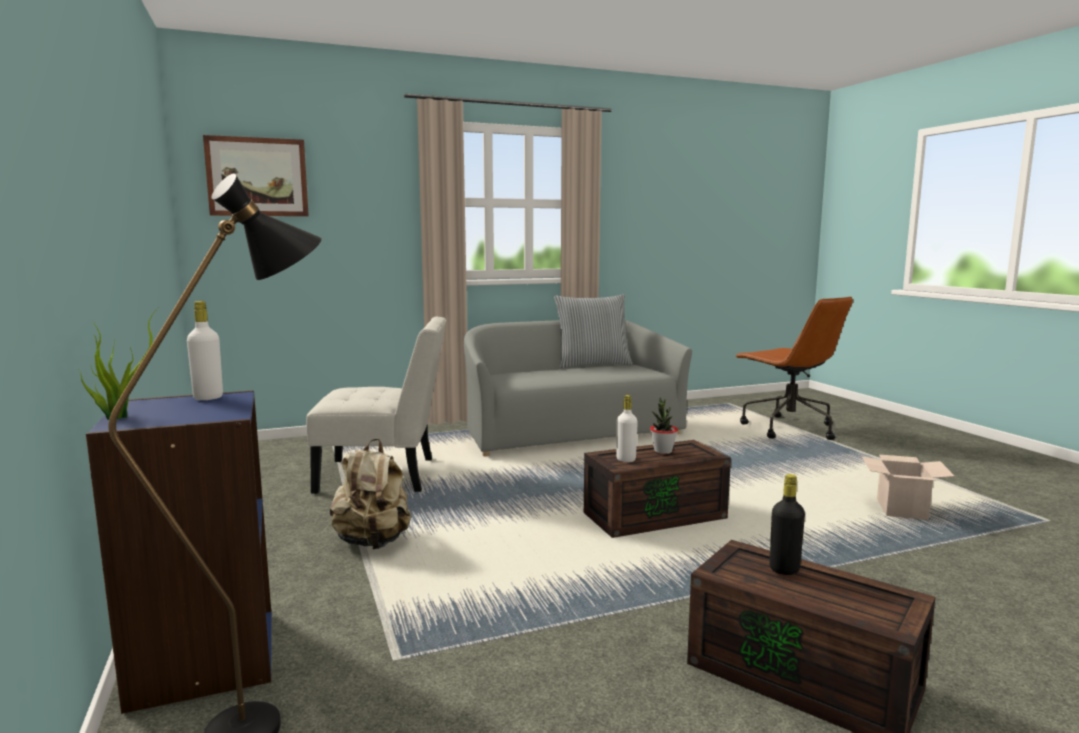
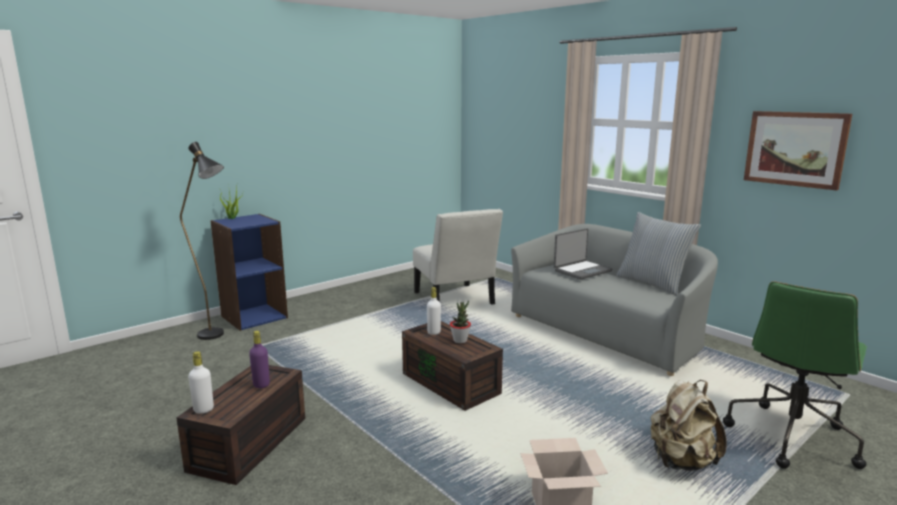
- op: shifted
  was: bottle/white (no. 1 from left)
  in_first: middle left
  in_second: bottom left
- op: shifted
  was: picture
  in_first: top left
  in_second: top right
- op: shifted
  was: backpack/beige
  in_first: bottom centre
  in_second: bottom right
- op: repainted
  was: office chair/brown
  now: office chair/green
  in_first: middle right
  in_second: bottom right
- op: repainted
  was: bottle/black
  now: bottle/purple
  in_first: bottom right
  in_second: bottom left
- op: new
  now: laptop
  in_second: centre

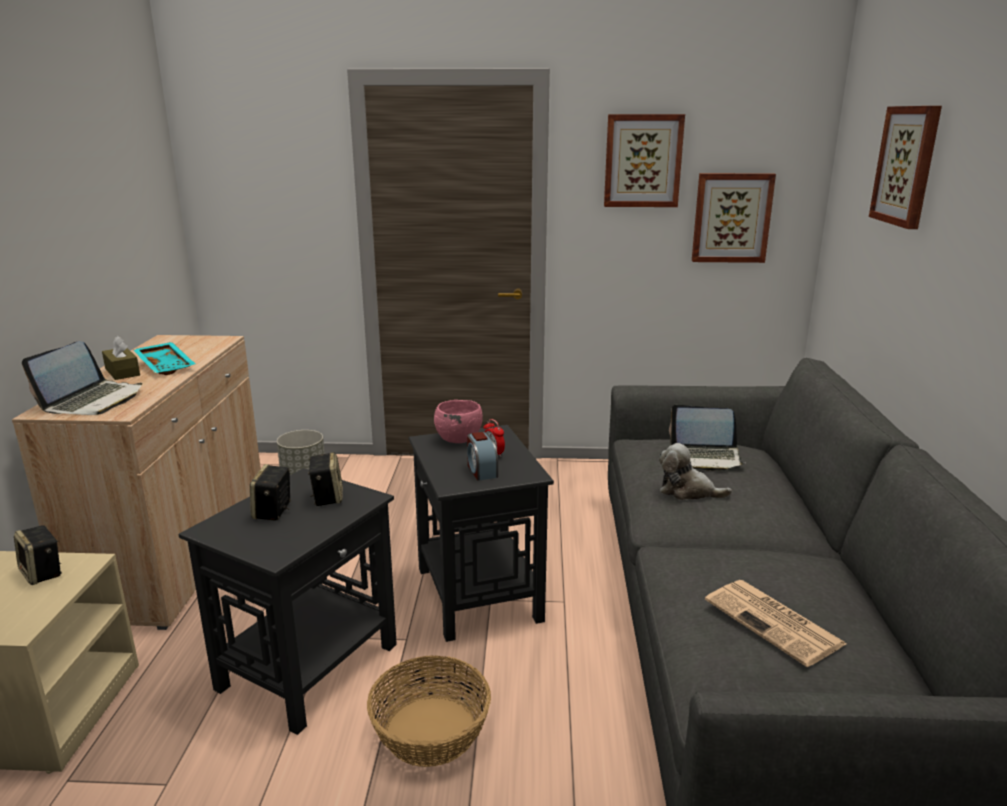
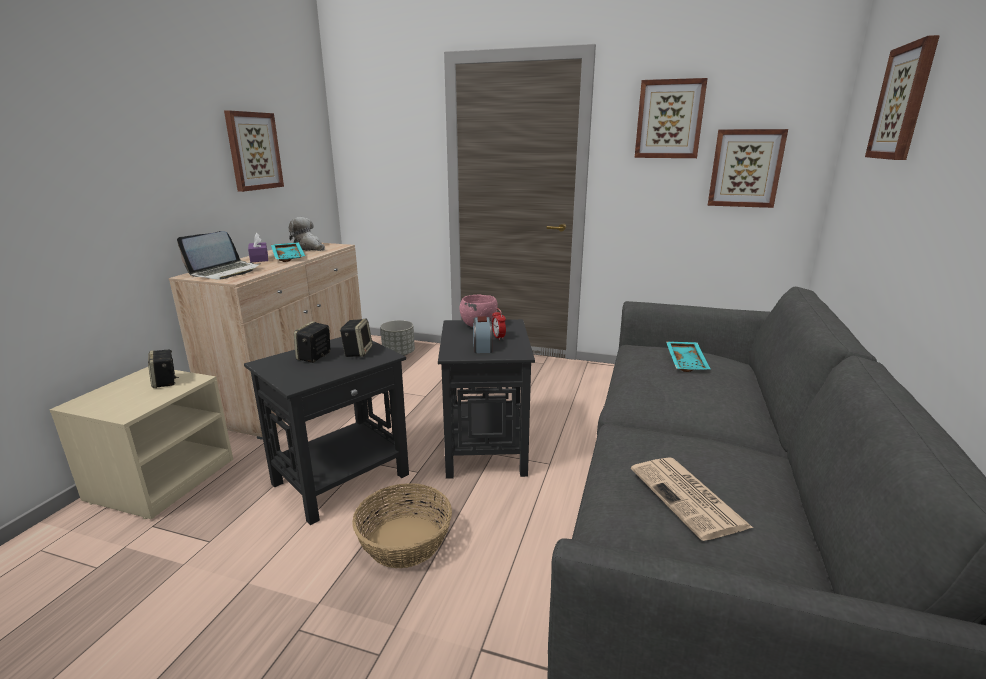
- op: repainted
  was: tissue box/brown
  now: tissue box/purple
  in_first: middle left
  in_second: middle left
- op: shifted
  was: plush toy
  in_first: middle right
  in_second: middle left
- op: swapped
  was: laptop (no. 2 from left)
  now: tray/turquoise (no. 2 from left)
  in_first: middle right
  in_second: middle right
- op: new
  now: picture (no. 1 from left)
  in_second: top left

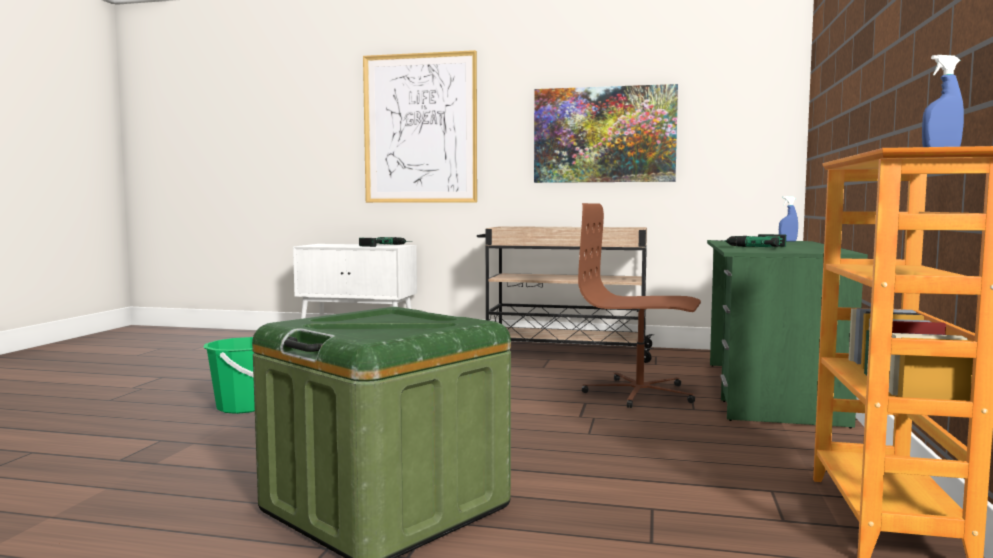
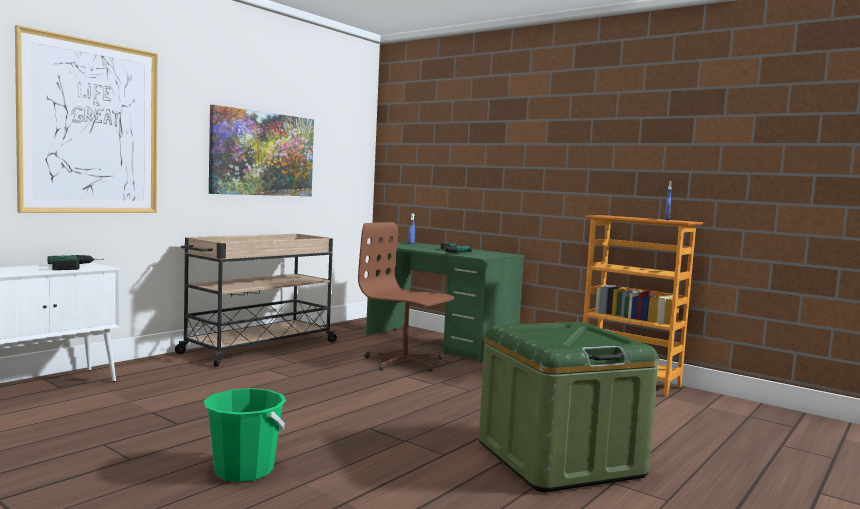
- op: rotated
  was: office chair/brown
  in_first: centre
  in_second: centre
  clockwise: 75

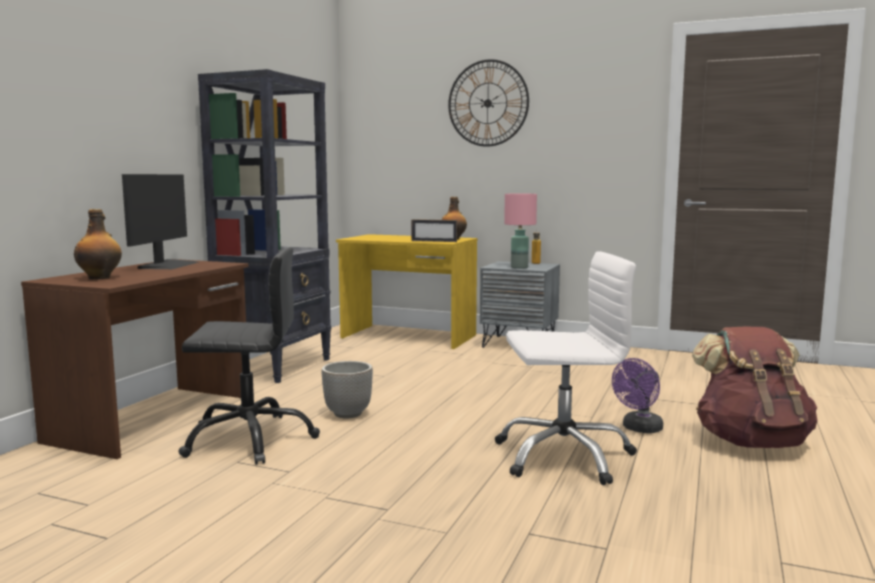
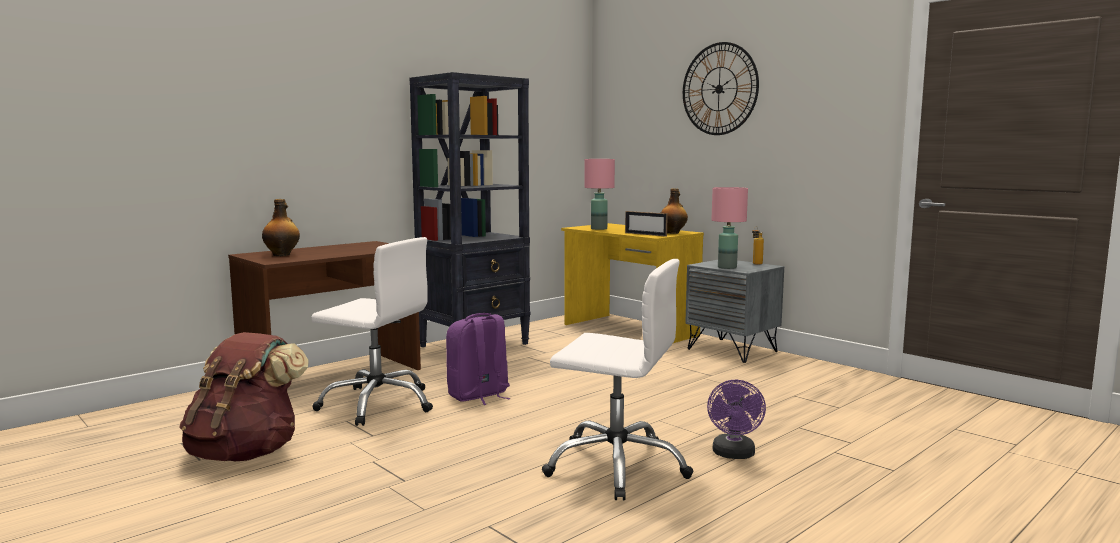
- op: gone
  was: monitor
  in_first: middle left
- op: repainted
  was: office chair/black
  now: office chair/white (no. 1 from left)
  in_first: middle left
  in_second: middle left
- op: swapped
  was: planter
  now: backpack/purple
  in_first: bottom centre
  in_second: centre
- op: rotated
  was: fan/purple
  in_first: bottom right
  in_second: bottom centre
  clockwise: -60
- op: shifted
  was: backpack/brown
  in_first: middle right
  in_second: bottom left
- op: new
  now: table lamp/pink (no. 1 from left)
  in_second: centre

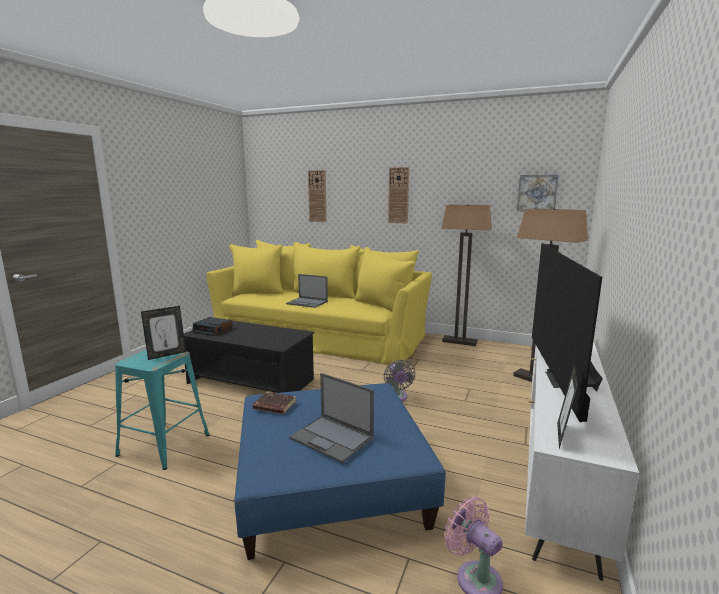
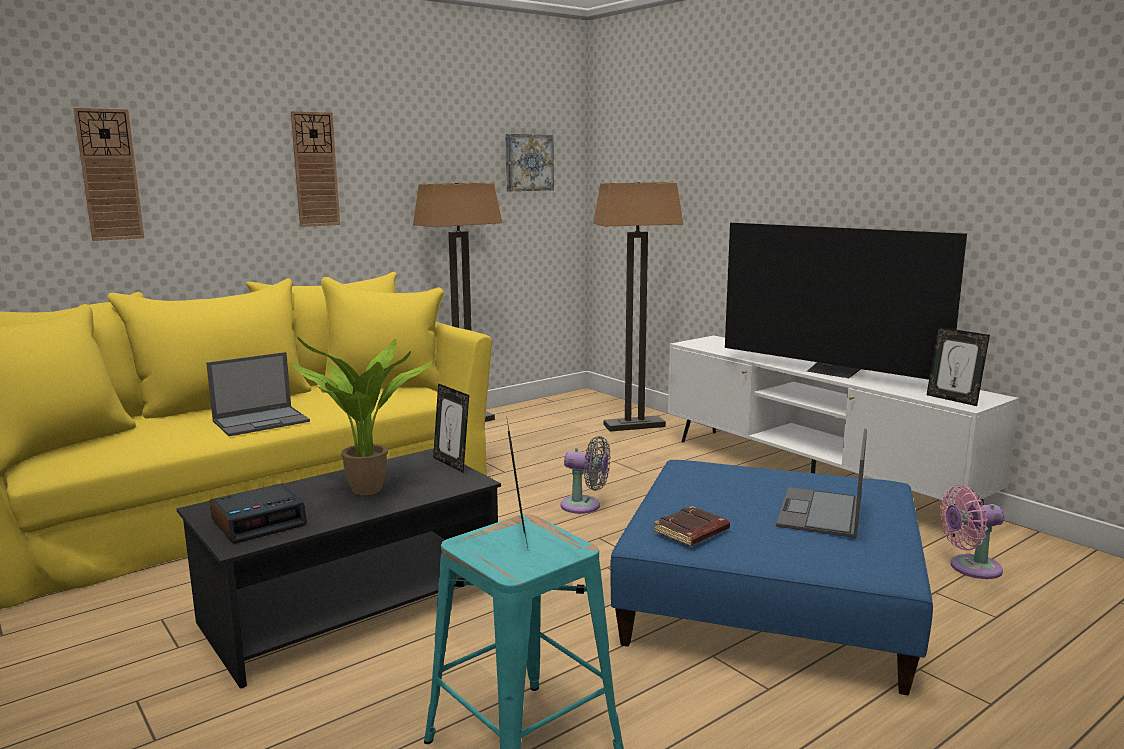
- op: rotated
  was: laptop (no. 2 from left)
  in_first: bottom centre
  in_second: middle right
  clockwise: 135
- op: new
  now: potted plant
  in_second: middle left
- op: new
  now: picture frame (no. 1 from left)
  in_second: centre

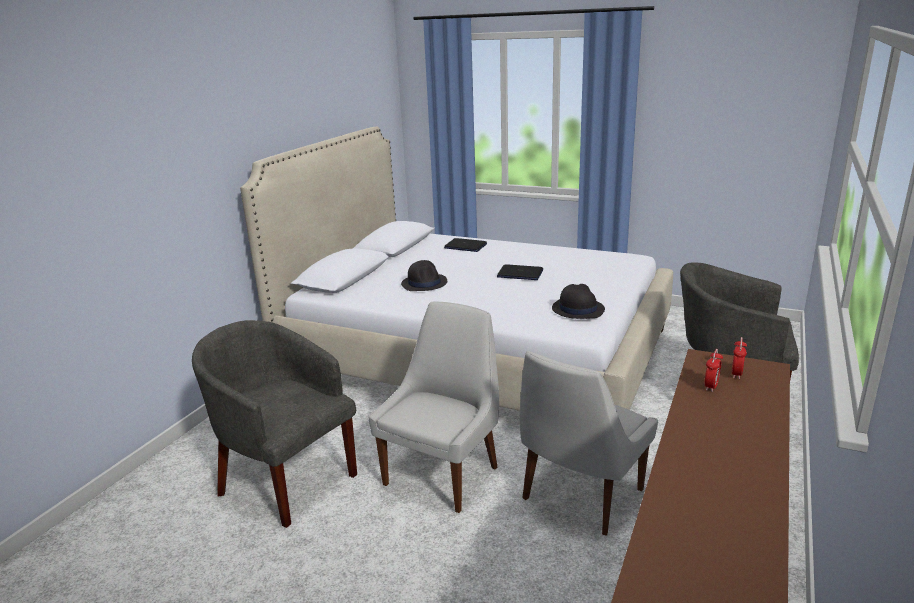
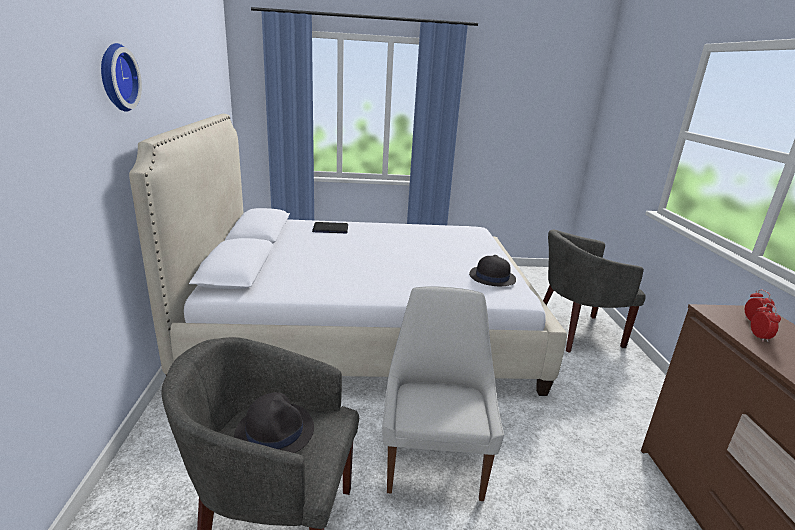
- op: shifted
  was: hat/black (no. 1 from left)
  in_first: centre
  in_second: bottom centre
- op: gone
  was: laptop (no. 2 from left)
  in_first: centre
- op: gone
  was: chair/white (no. 2 from left)
  in_first: bottom centre
- op: new
  now: wall clock
  in_second: top left

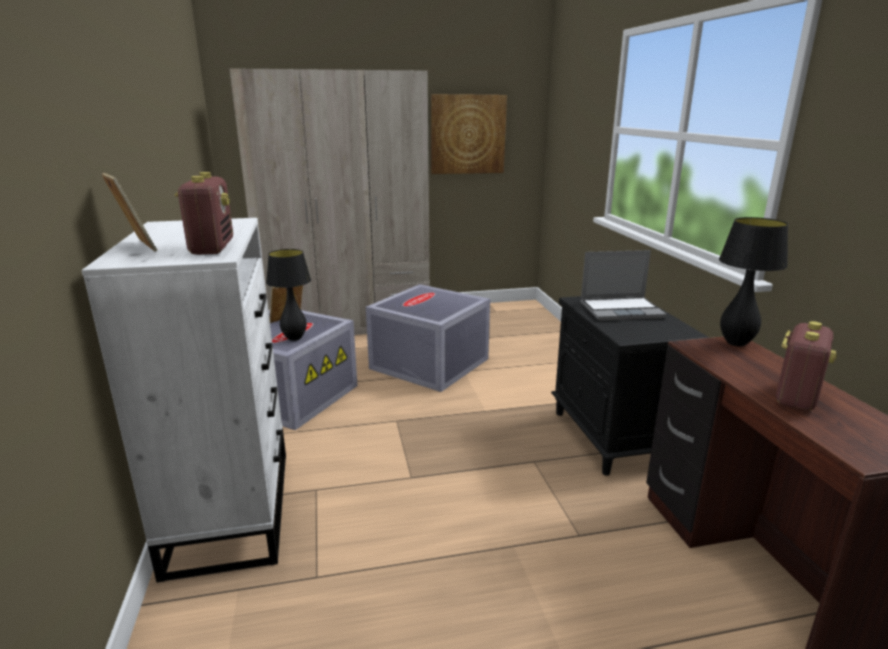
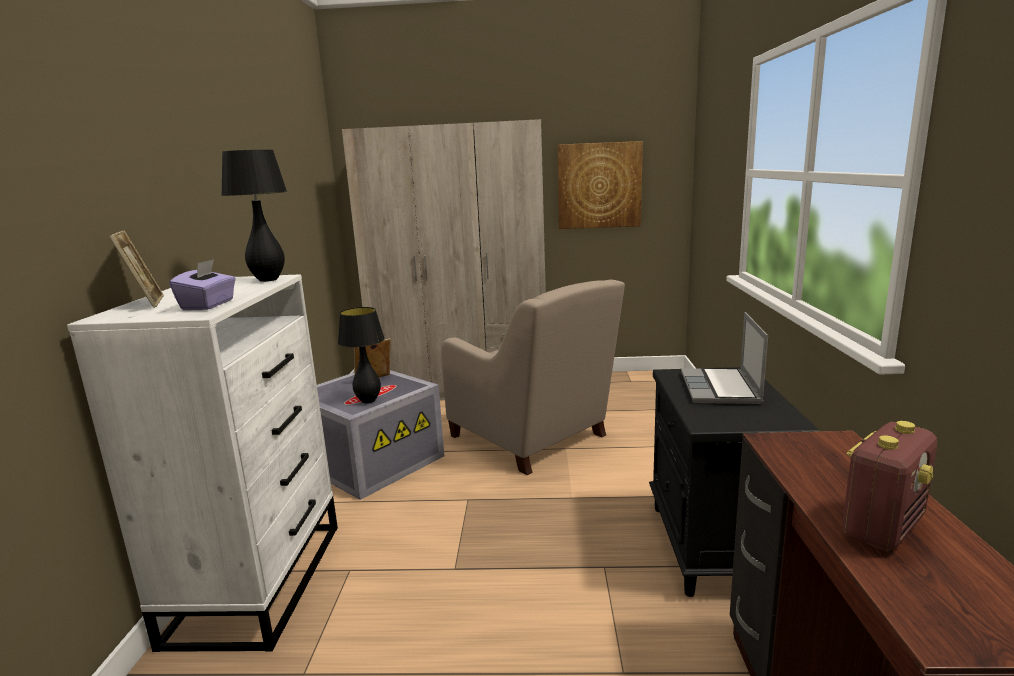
- op: swapped
  was: radio (no. 1 from left)
  now: tissue box/purple
  in_first: top left
  in_second: middle left
- op: swapped
  was: storage box/grey (no. 2 from left)
  now: armchair/beige
  in_first: centre
  in_second: centre
- op: rotated
  was: laptop
  in_first: middle right
  in_second: middle right
  clockwise: 90
- op: shifted
  was: table lamp/black (no. 2 from left in the first image)
  now: table lamp/black (no. 1 from left)
  in_first: middle right
  in_second: top left

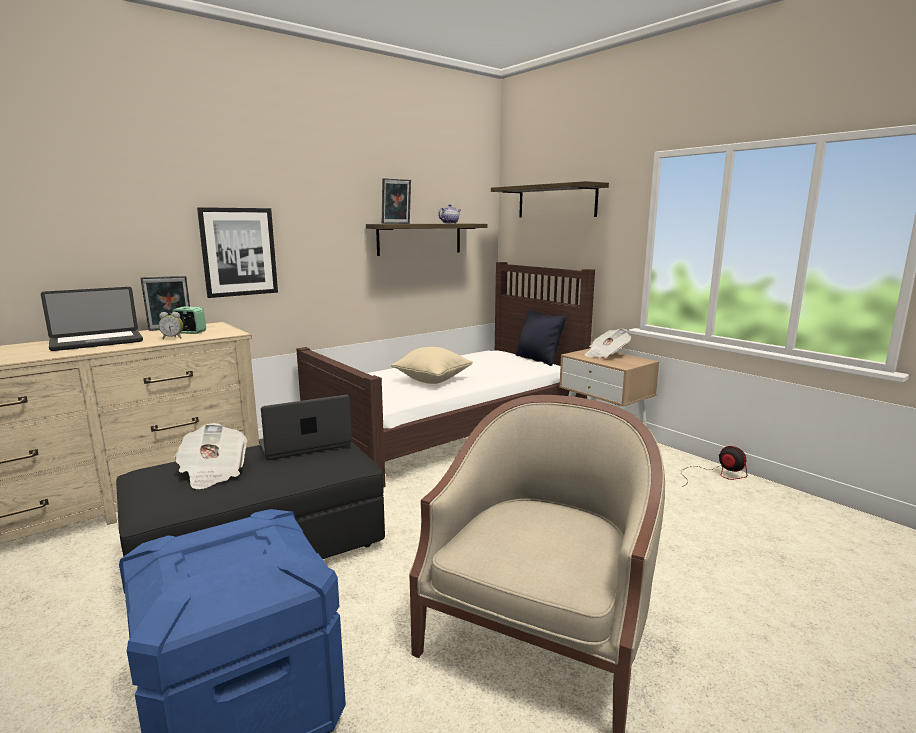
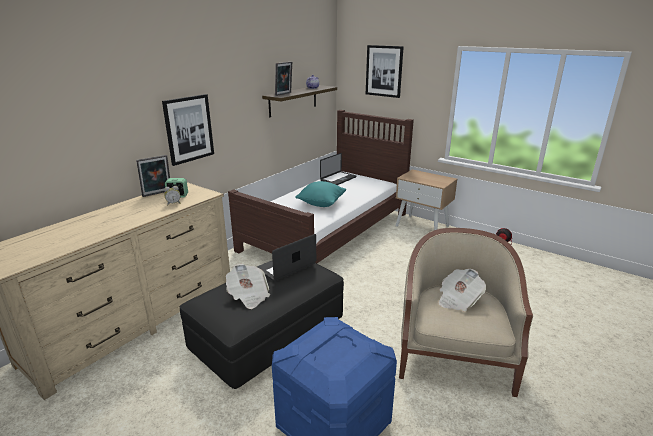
- op: shifted
  was: laptop (no. 1 from left in the first image)
  now: laptop (no. 2 from left)
  in_first: middle left
  in_second: centre
- op: repainted
  was: pillow/beige
  now: pillow/turquoise
  in_first: centre
  in_second: centre
- op: swapped
  was: shelf (no. 2 from left)
  now: picture (no. 2 from left)
  in_first: top centre
  in_second: top centre
- op: gone
  was: pillow/black
  in_first: centre
- op: shifted
  was: newspaper (no. 2 from left)
  in_first: centre
  in_second: middle right

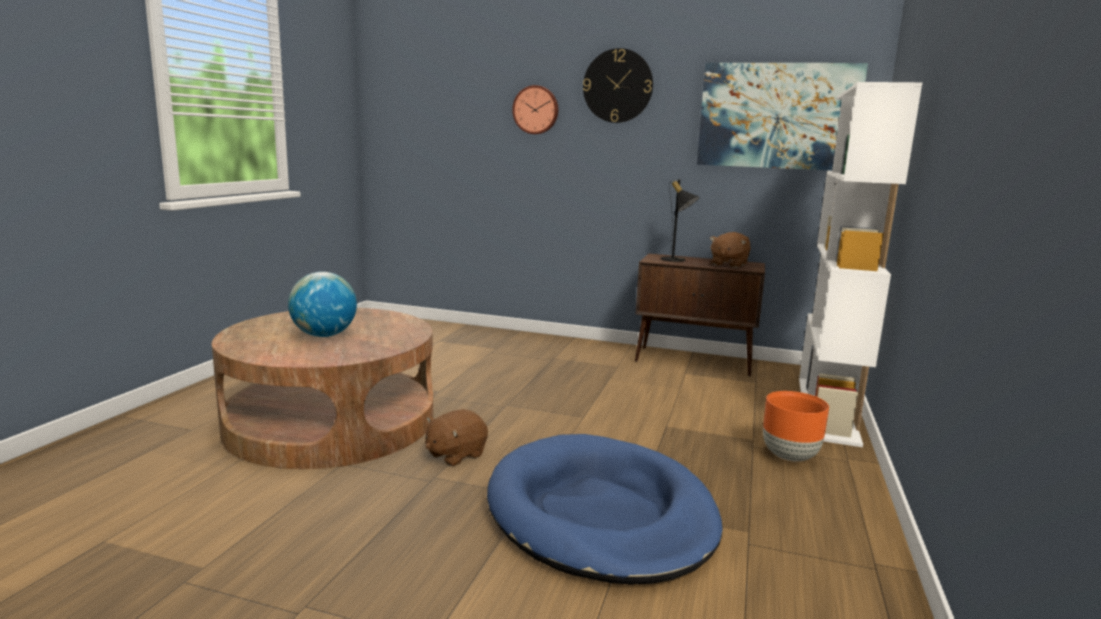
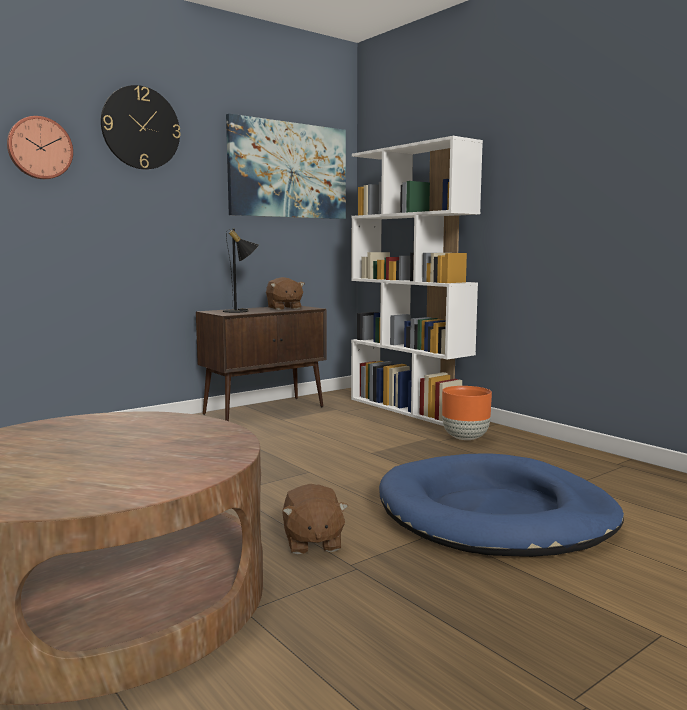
- op: gone
  was: globe
  in_first: middle left

